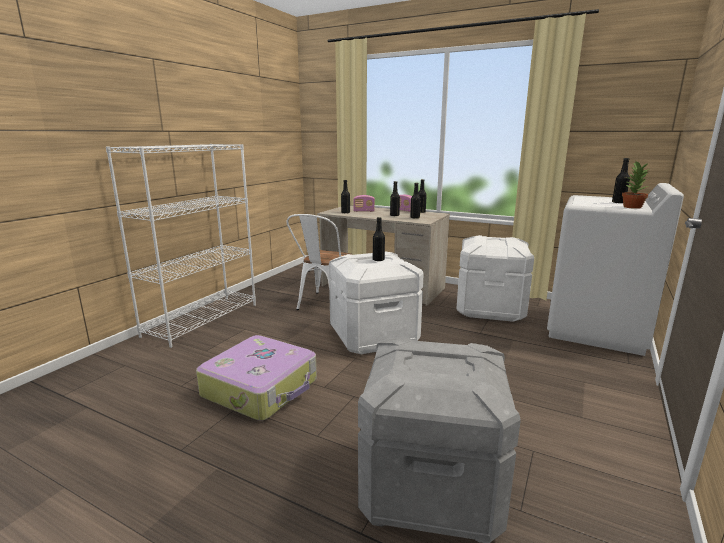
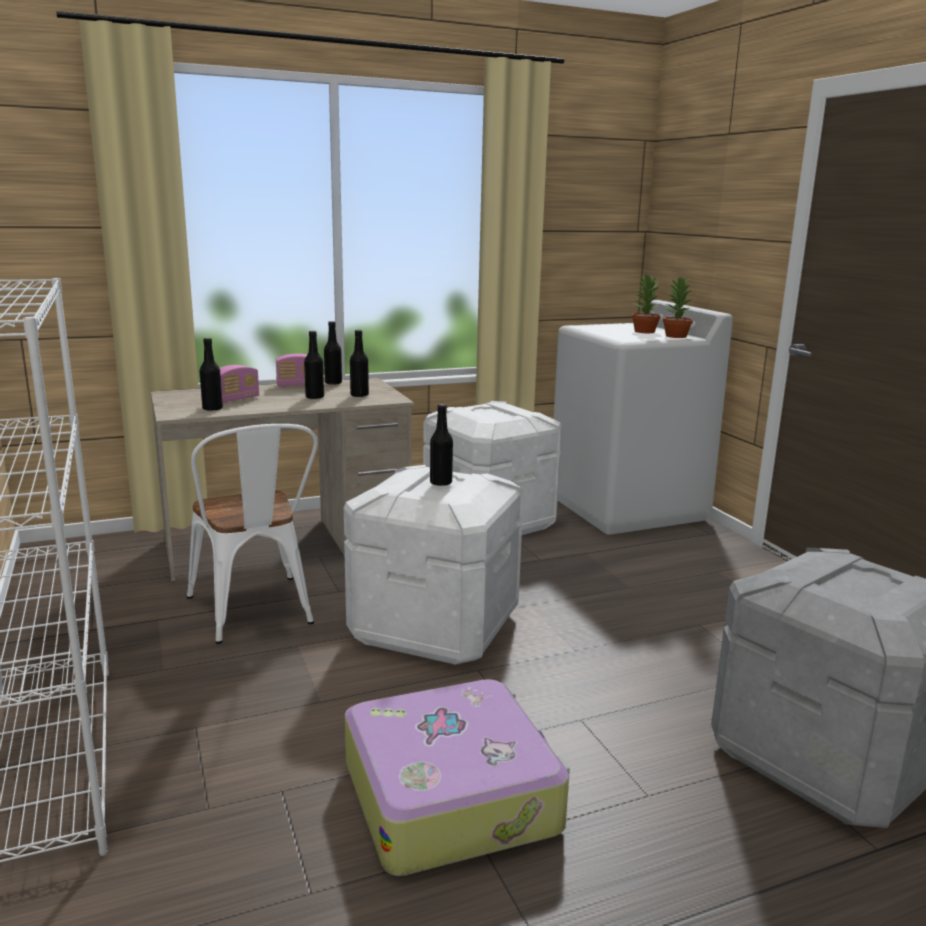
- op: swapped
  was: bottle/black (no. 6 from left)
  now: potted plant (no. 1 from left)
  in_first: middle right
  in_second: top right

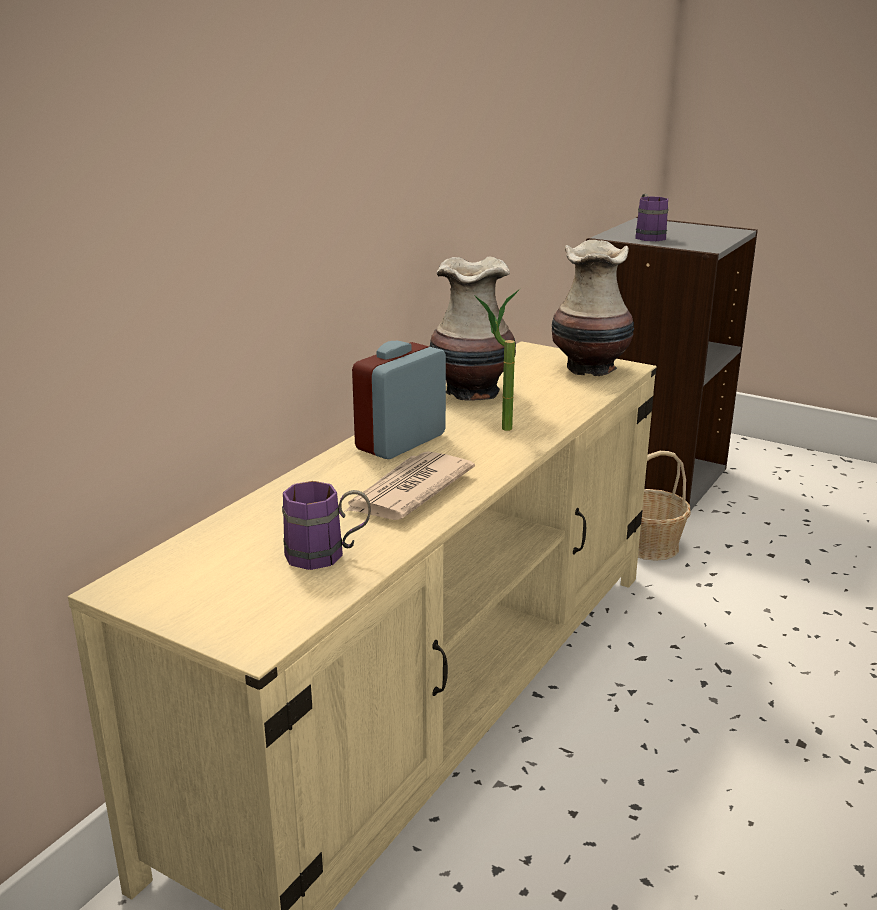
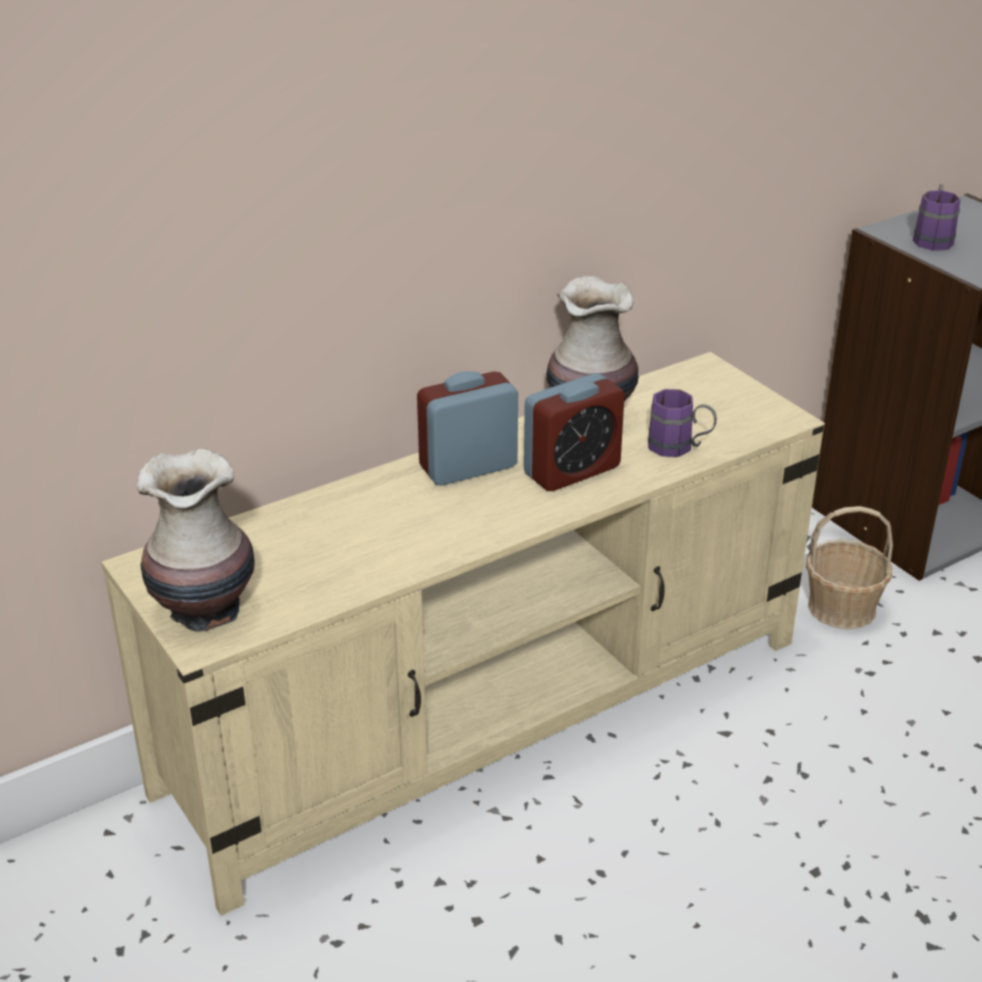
- op: shifted
  was: mug/purple (no. 1 from left)
  in_first: centre
  in_second: middle right
- op: gone
  was: newspaper
  in_first: centre
- op: swapped
  was: potted plant
  now: alarm clock (no. 2 from left)
  in_first: centre
  in_second: centre
- op: shifted
  was: vase (no. 2 from left in the first image)
  now: vase (no. 1 from left)
  in_first: middle right
  in_second: middle left

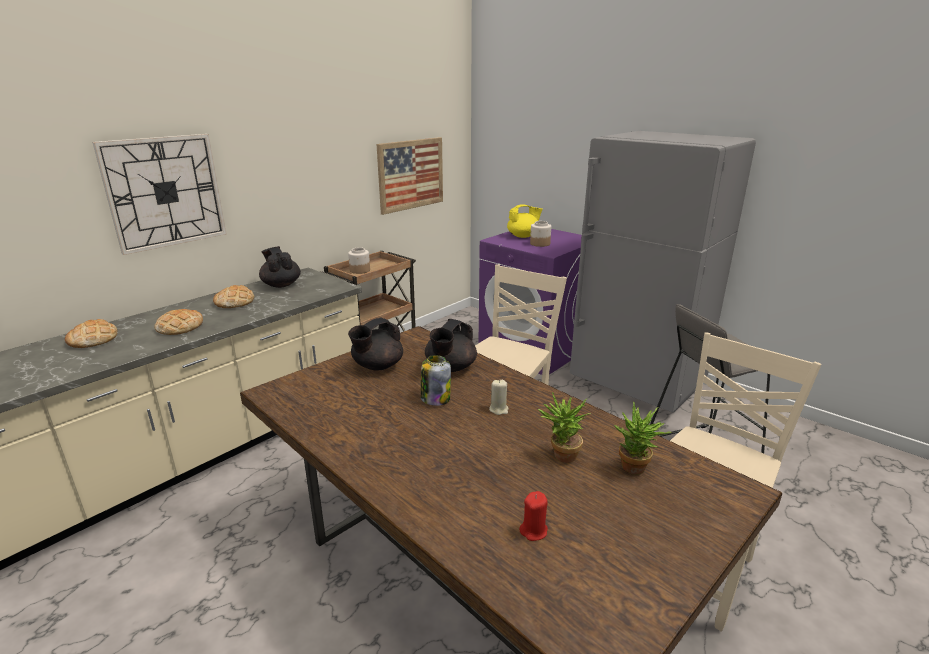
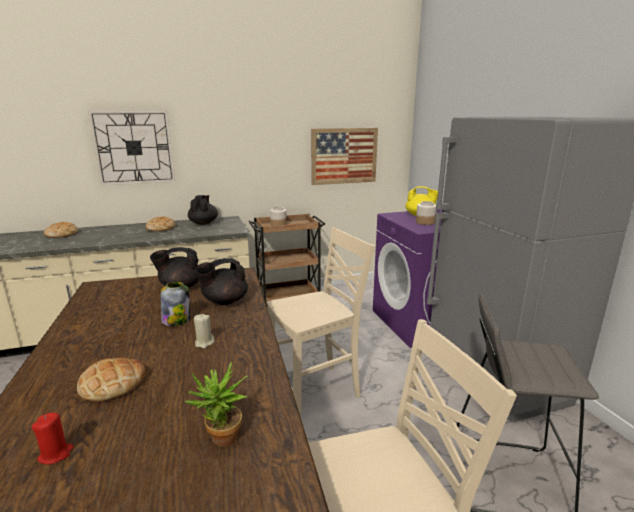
- op: shifted
  was: bread (no. 2 from left)
  in_first: middle left
  in_second: bottom left
- op: gone
  was: potted plant (no. 1 from left)
  in_first: centre

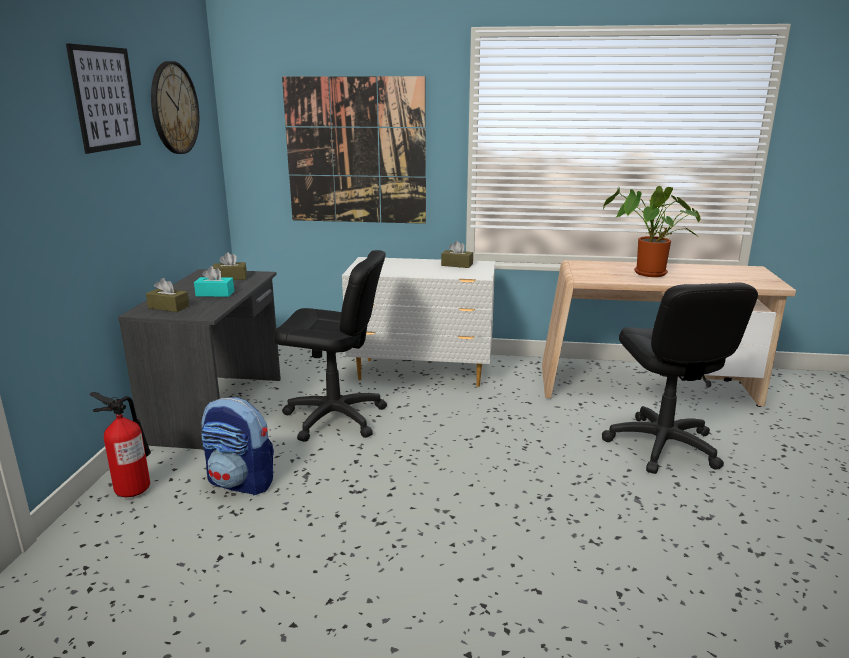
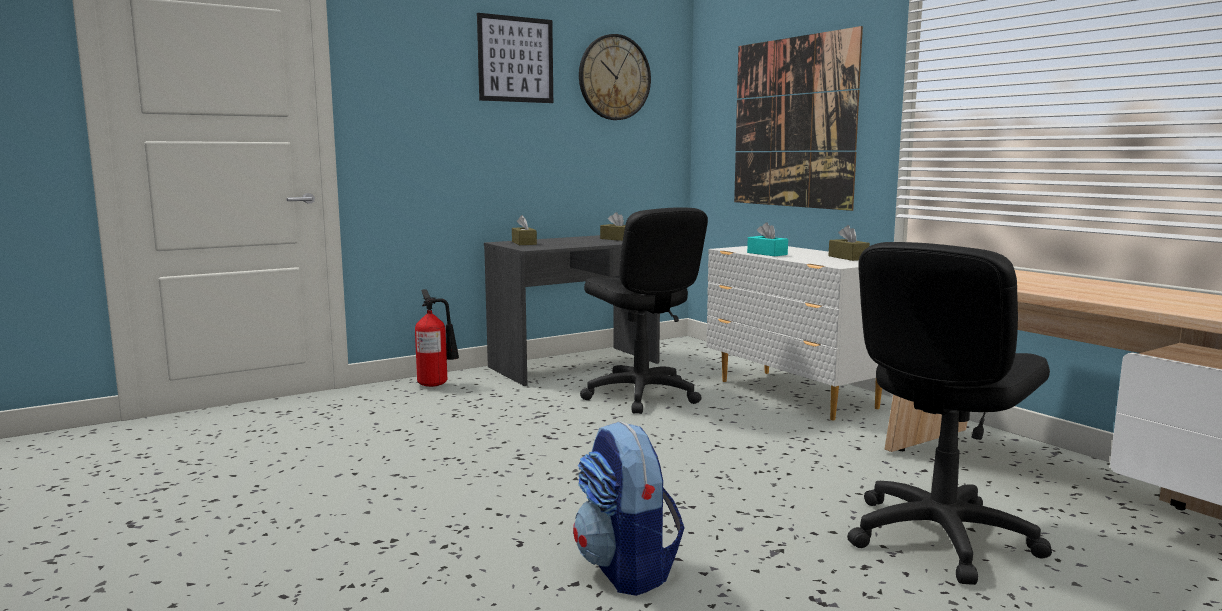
- op: shifted
  was: tissue box/turquoise
  in_first: middle left
  in_second: centre
- op: shifted
  was: backpack
  in_first: bottom left
  in_second: bottom centre
- op: gone
  was: potted plant
  in_first: middle right

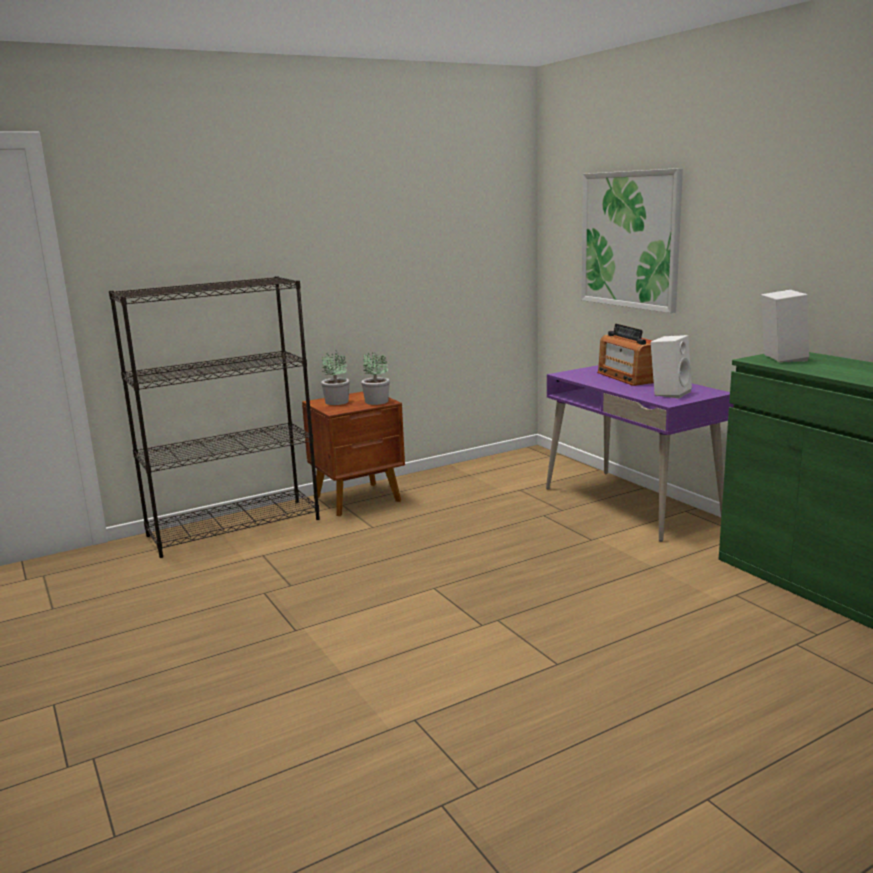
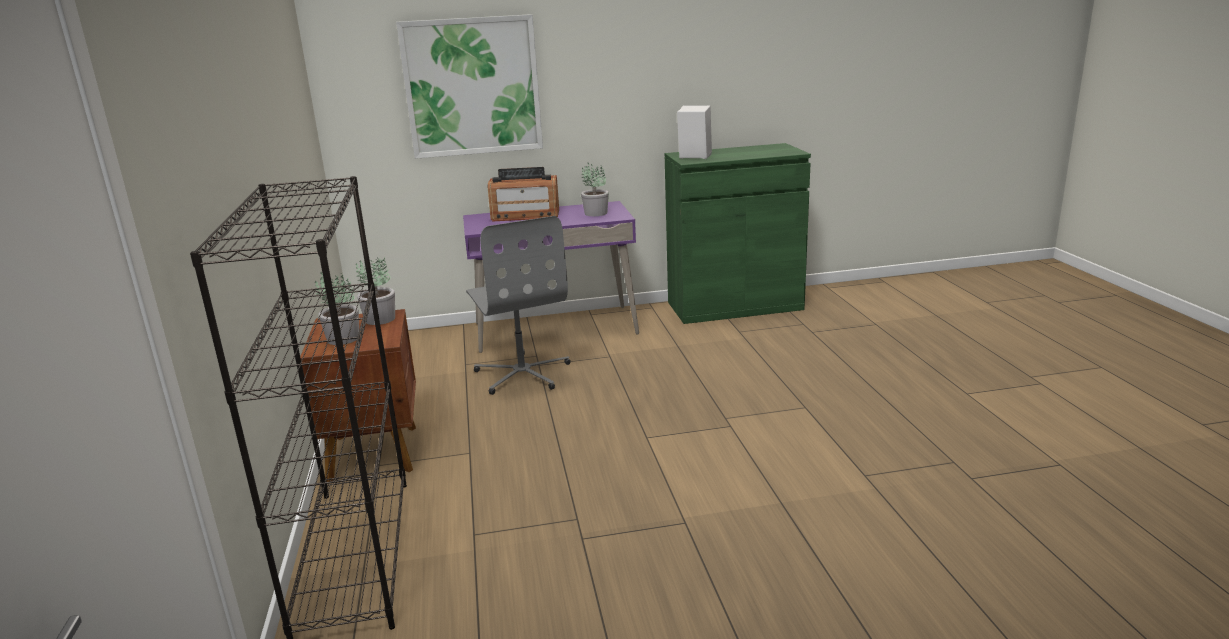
- op: swapped
  was: speaker/white (no. 1 from left)
  now: potted plant (no. 3 from left)
  in_first: middle right
  in_second: top centre
- op: new
  now: office chair/grey
  in_second: centre

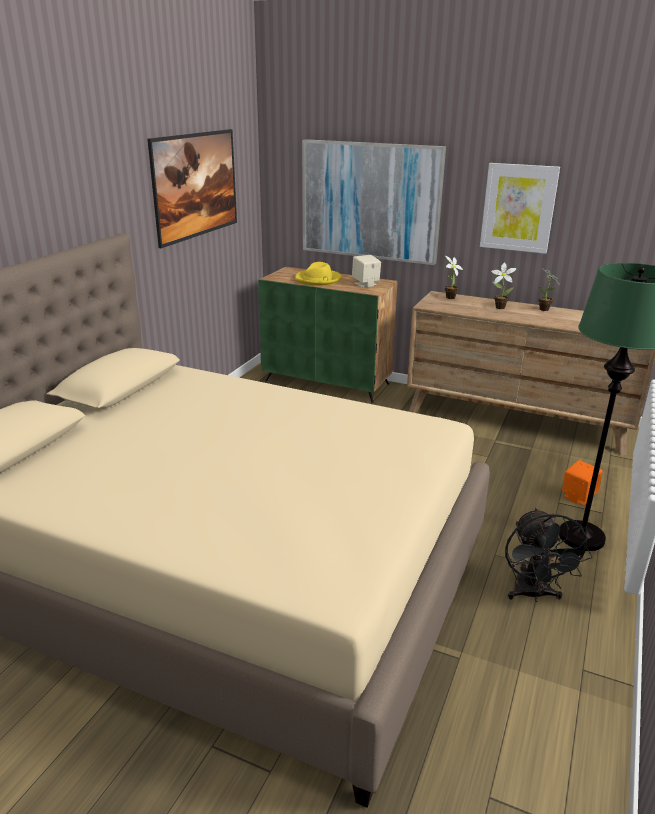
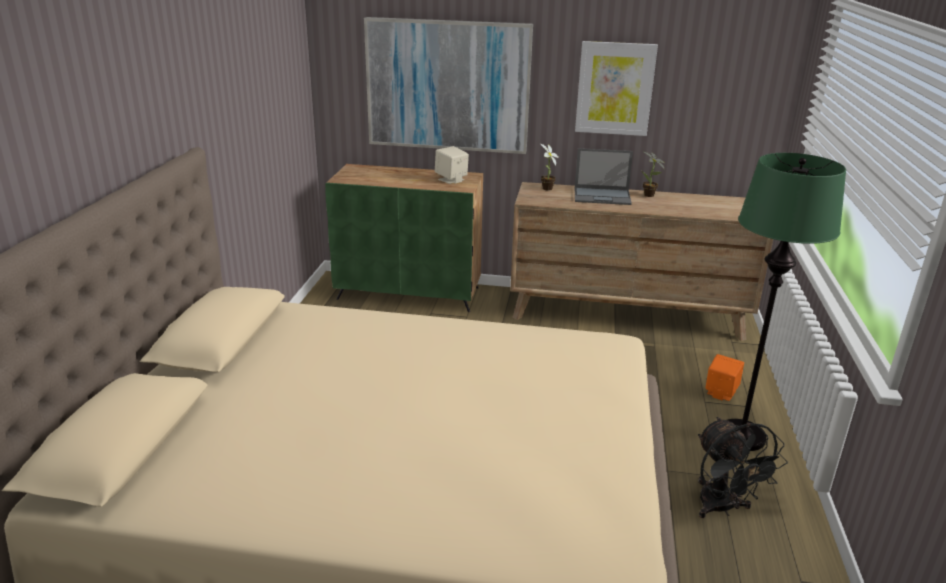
- op: gone
  was: picture (no. 1 from left)
  in_first: top left
- op: gone
  was: hat/yellow
  in_first: centre
- op: swapped
  was: potted plant (no. 2 from left)
  now: laptop
  in_first: middle right
  in_second: top centre

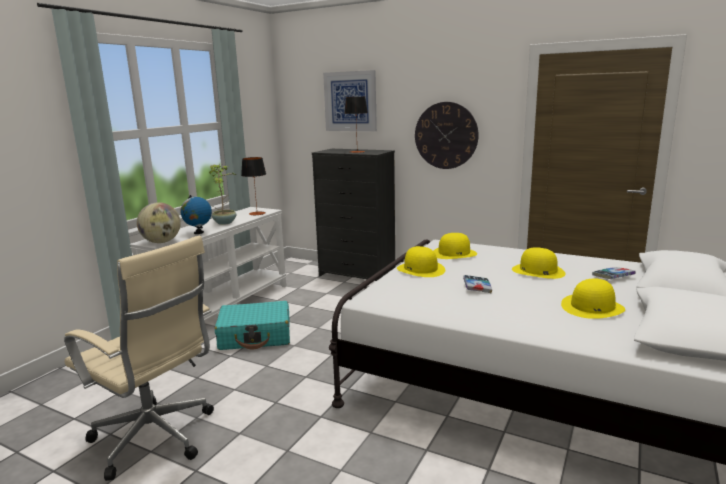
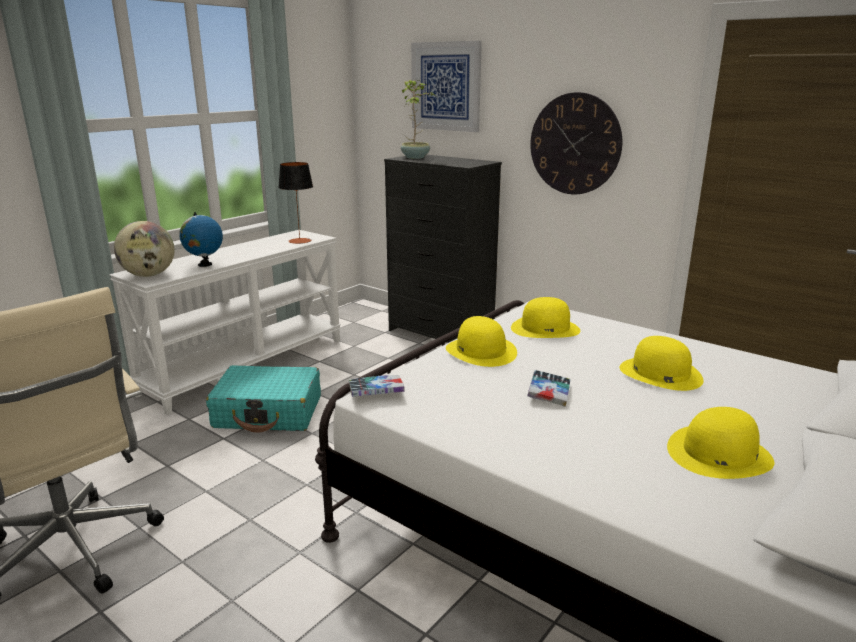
- op: shifted
  was: potted plant
  in_first: middle left
  in_second: top centre
- op: gone
  was: table lamp (no. 2 from left)
  in_first: top centre
- op: shifted
  was: book (no. 2 from left in the first image)
  now: book (no. 1 from left)
  in_first: middle right
  in_second: centre

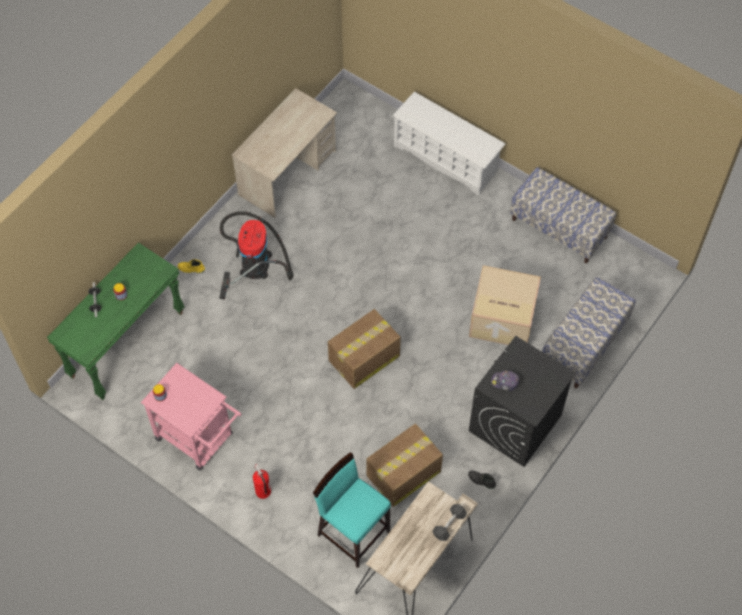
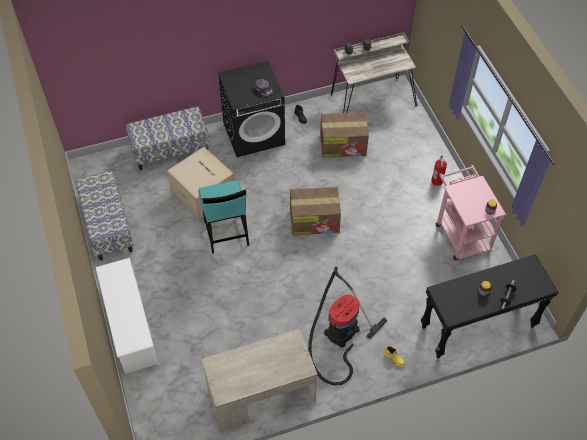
- op: repainted
  was: console table/green
  now: console table/black
  in_first: middle left
  in_second: bottom right
- op: shifted
  was: stool/turquoise
  in_first: bottom centre
  in_second: centre

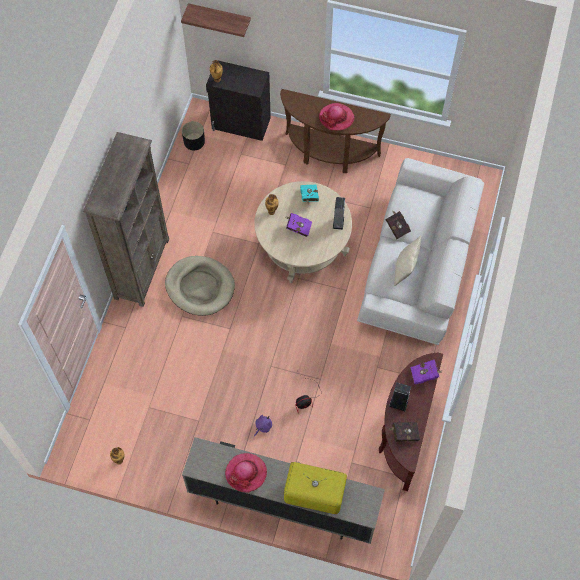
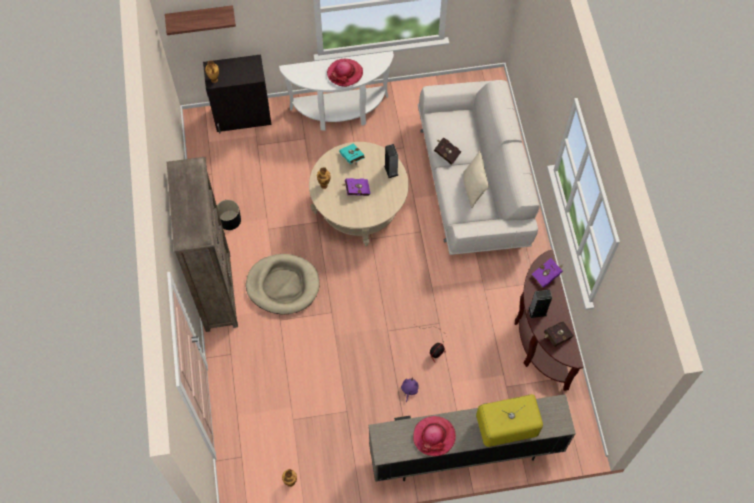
- op: shifted
  was: planter/black
  in_first: top left
  in_second: middle left
- op: repainted
  was: console table/brown (no. 1 from left)
  now: console table/white
  in_first: top centre
  in_second: top centre

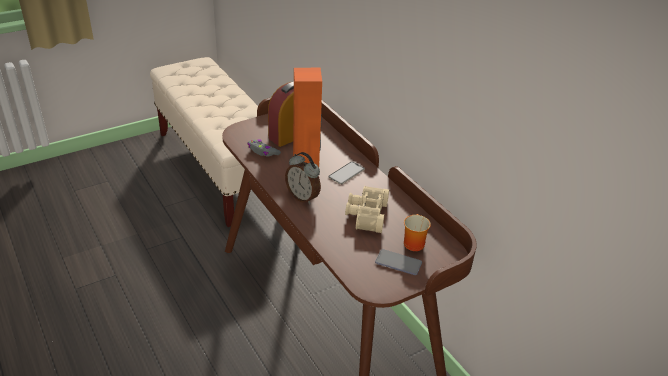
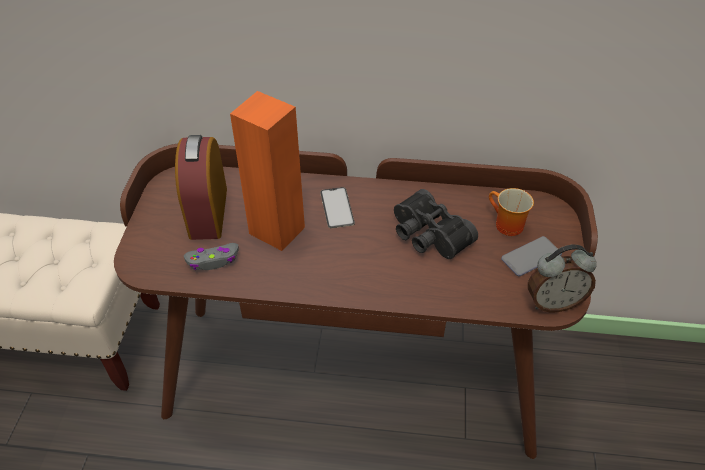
- op: shifted
  was: alarm clock (no. 2 from left)
  in_first: centre
  in_second: middle right
- op: repainted
  was: binoculars/beige
  now: binoculars/black
  in_first: centre
  in_second: centre

